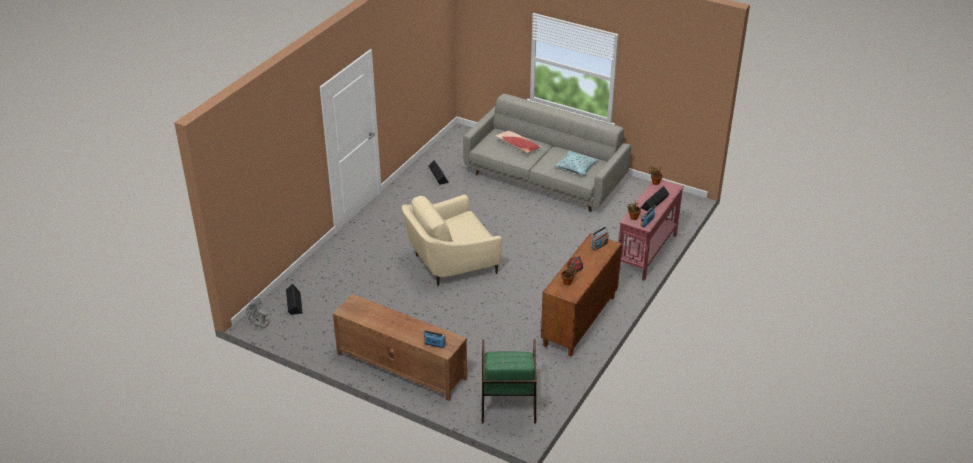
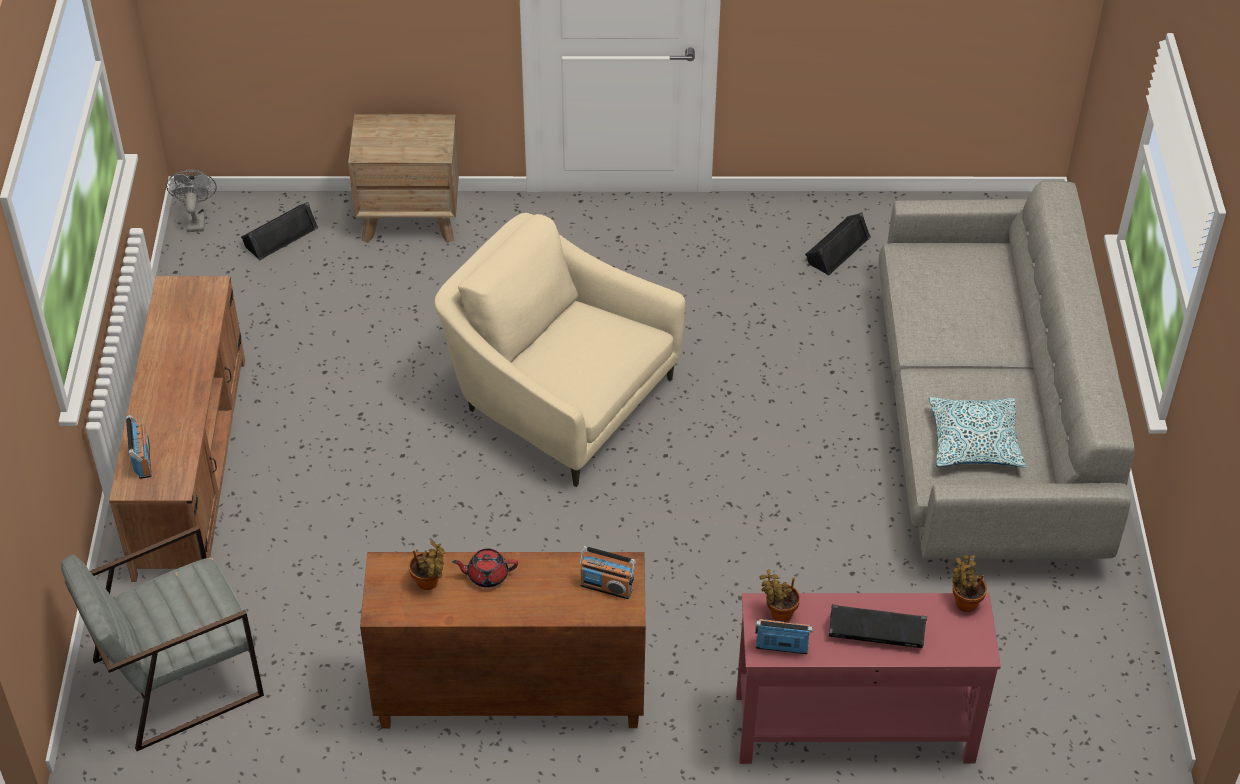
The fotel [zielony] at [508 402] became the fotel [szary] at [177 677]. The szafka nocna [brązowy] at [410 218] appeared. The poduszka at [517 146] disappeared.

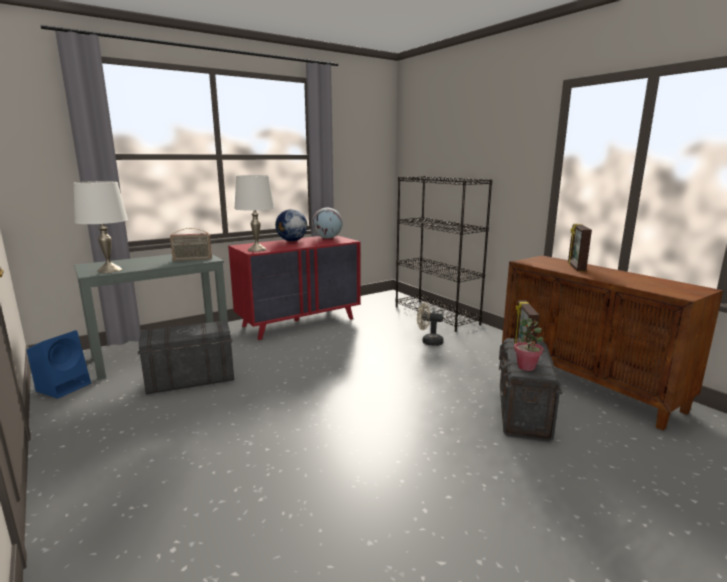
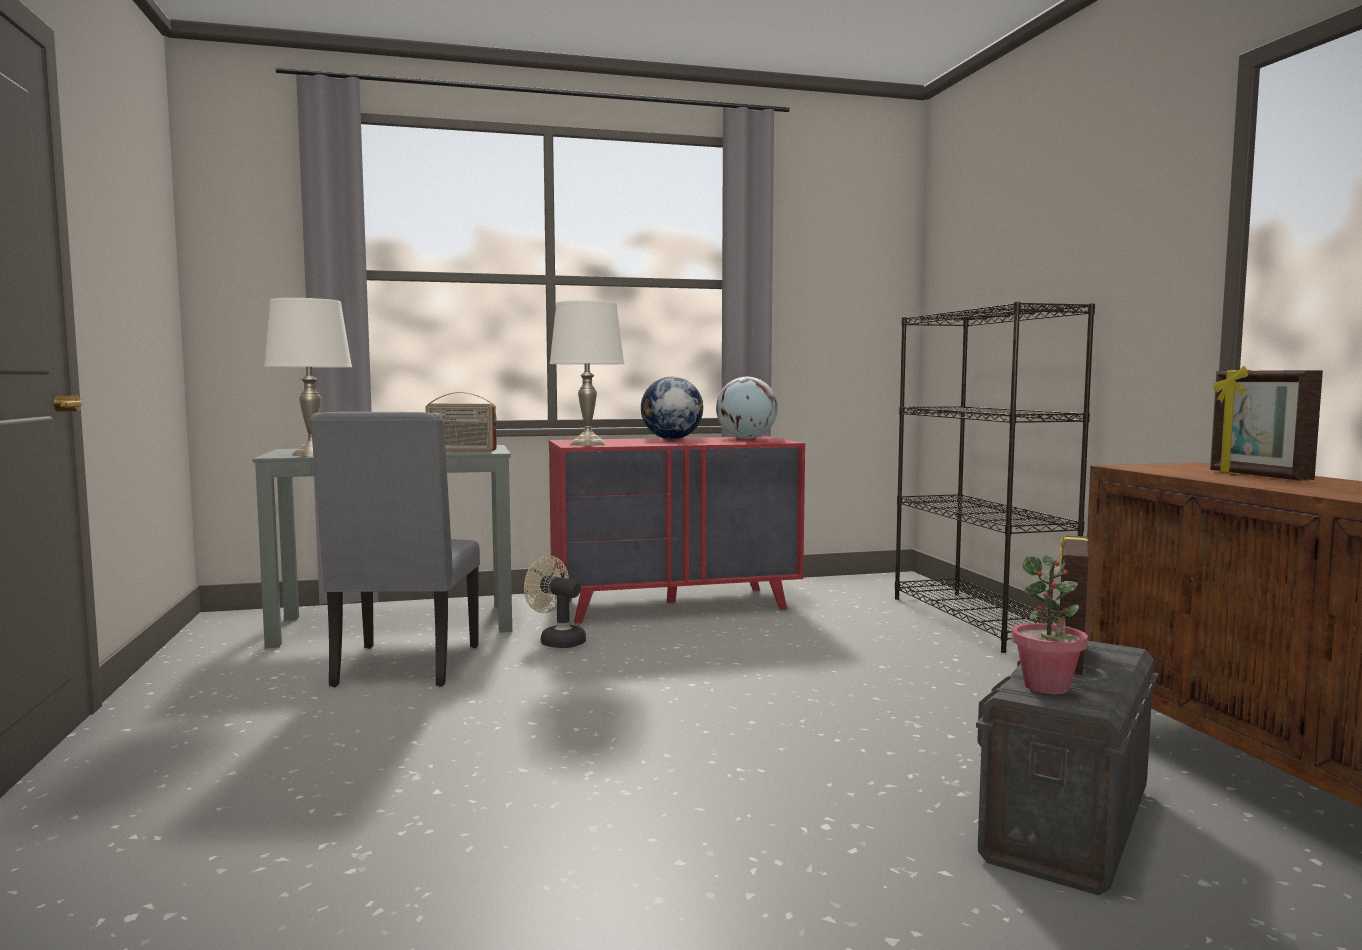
The pojemnik do przechowywania [szary] at [190 380] was replaced by the krzesło [szary] at [405 667]. The wentylator [beżowy] moved from [428 342] to [557 641]. The ramka na zdjęcie at [575 267] turned 45 degrees counterclockwise. The głośnik [niebieski] at [64 386] disappeared.

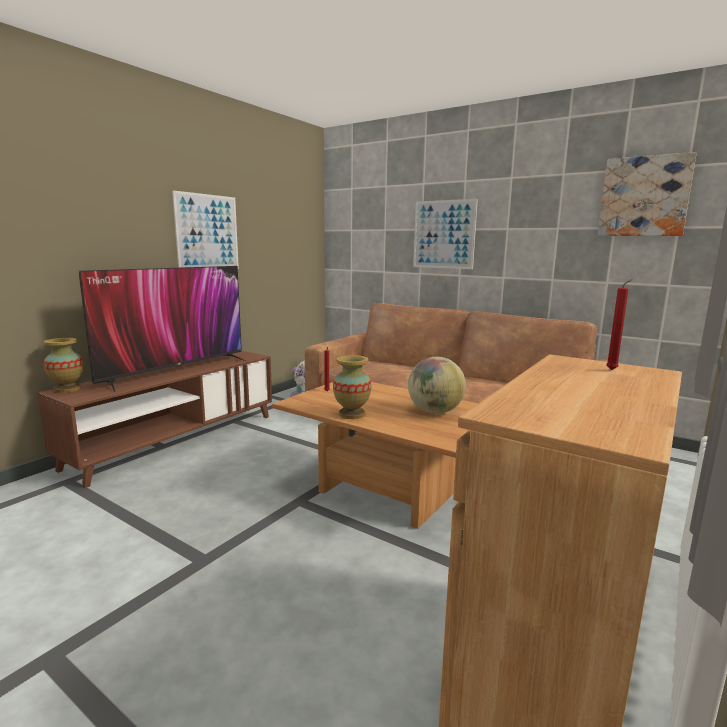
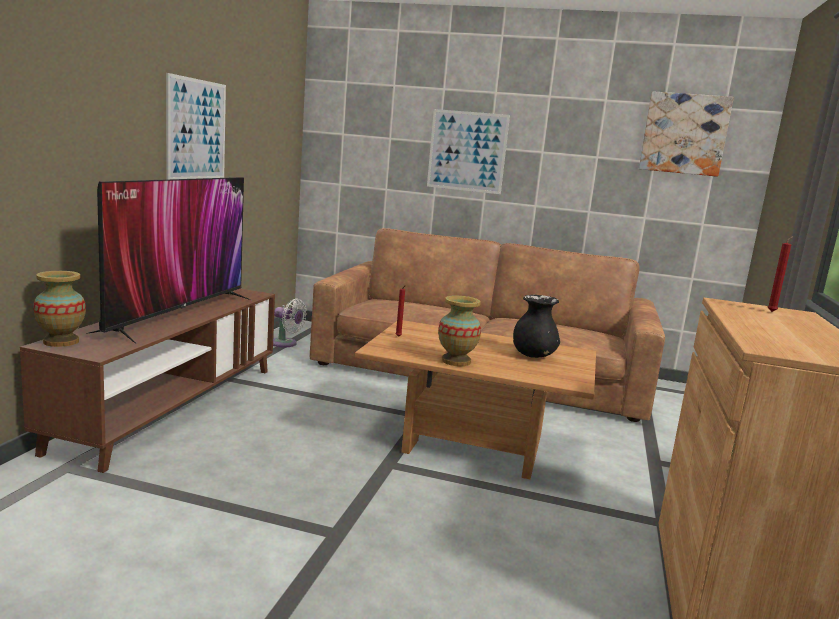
The globus at [434 412] was replaced by the wazon [czarny] at [533 355].

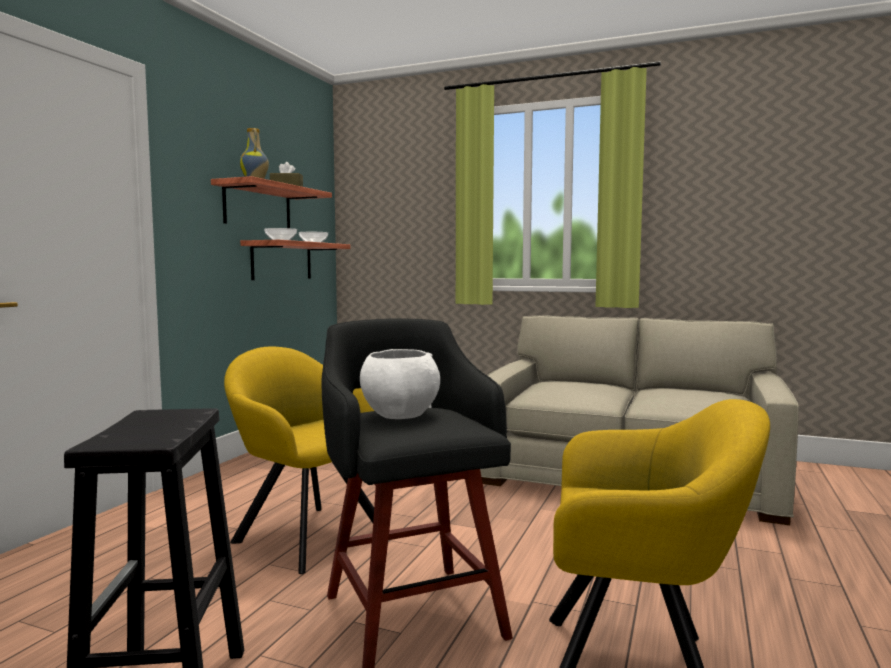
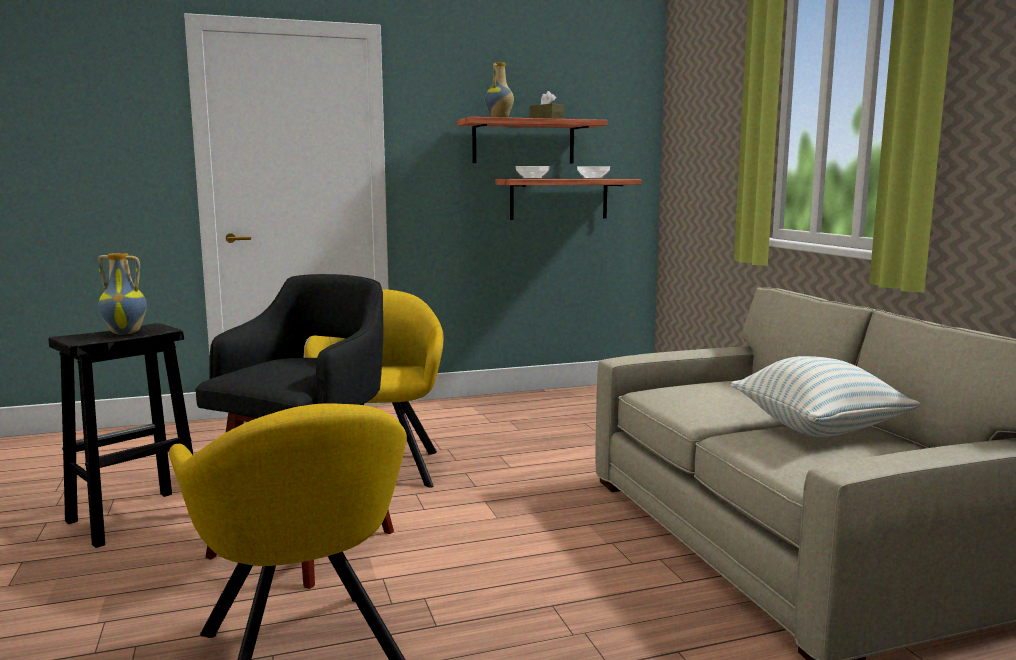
The wazon at [126 332] appeared. The poduszka at [818 429] appeared. The miska [biały] at [399 414] disappeared.

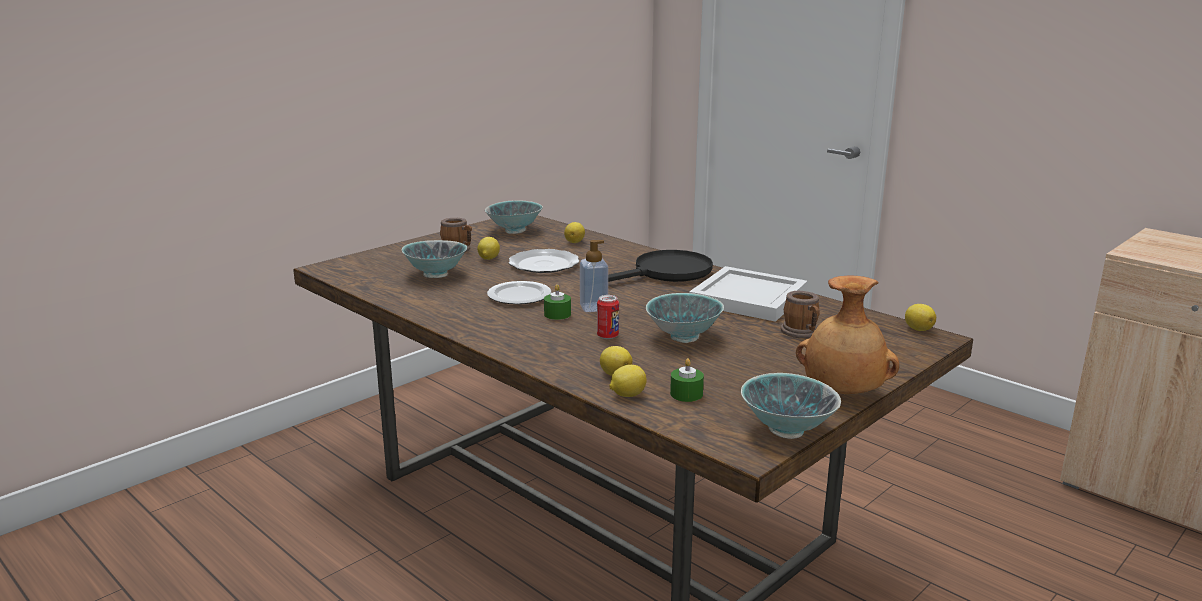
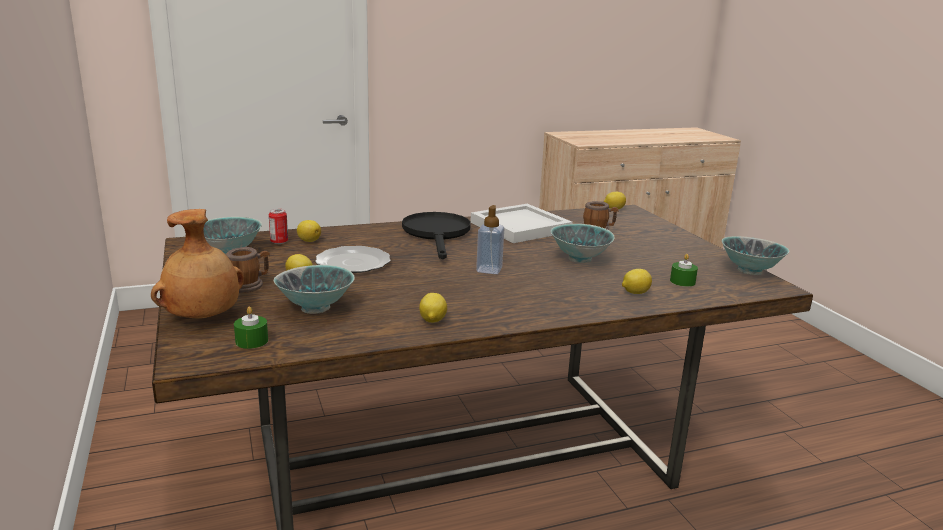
The wazon [brązowy] moved from [842 393] to [203 318]. The świeca [zielony] moved from [557 314] to [252 341]. The puszka moved from [607 336] to [279 242]. The cytryna moved from [627 395] to [432 320]. The talerz at [520 296] disappeared.

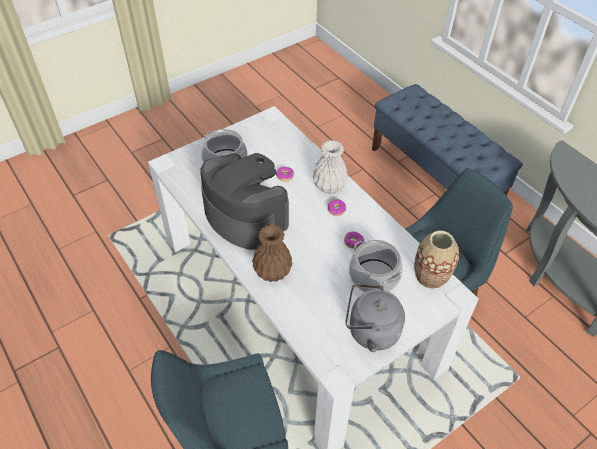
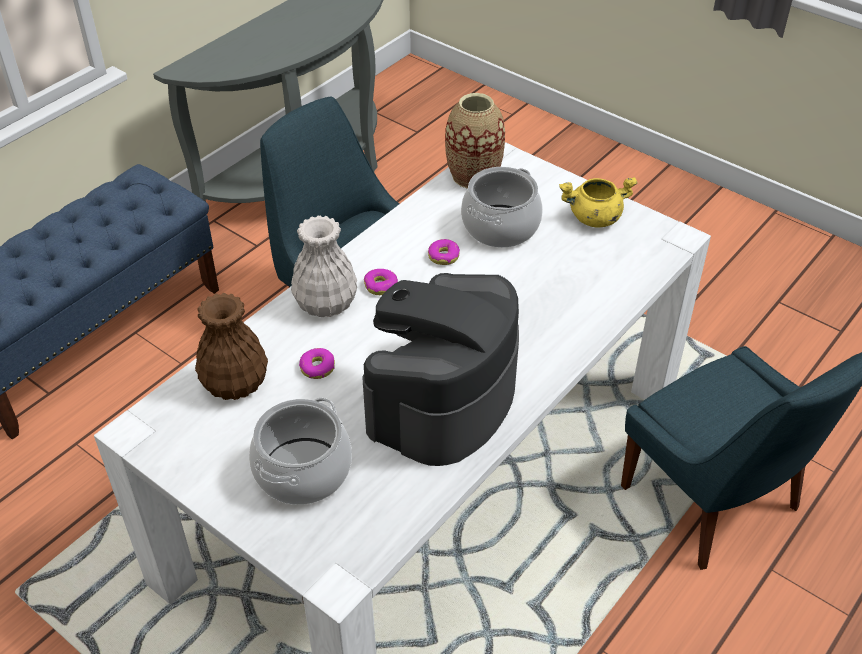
The wazon [brązowy] moved from [272 270] to [234 384]. The czajnik [szary] at [370 331] was replaced by the garnek [żółty] at [594 218].

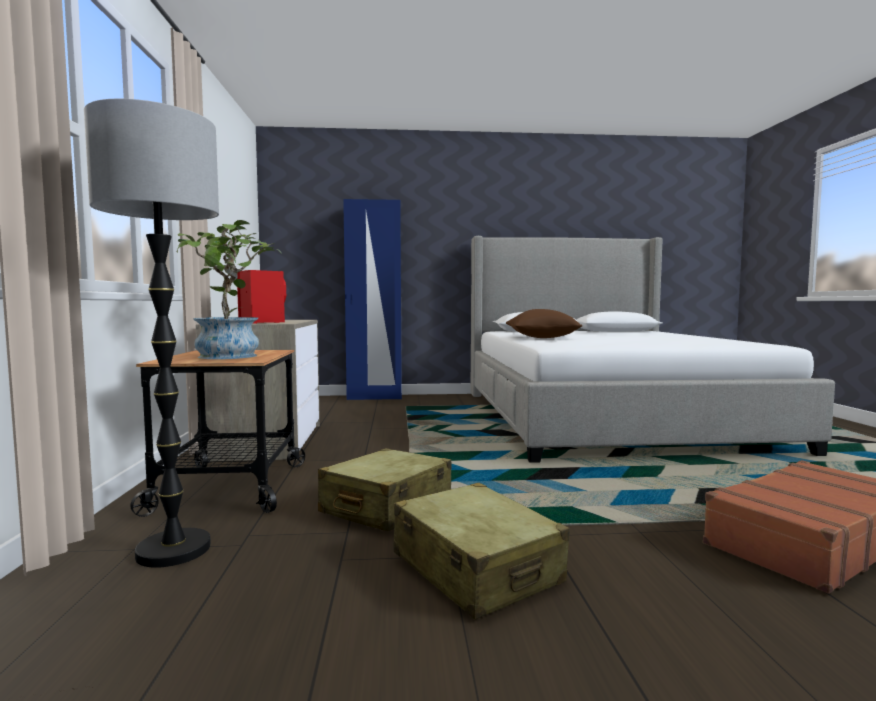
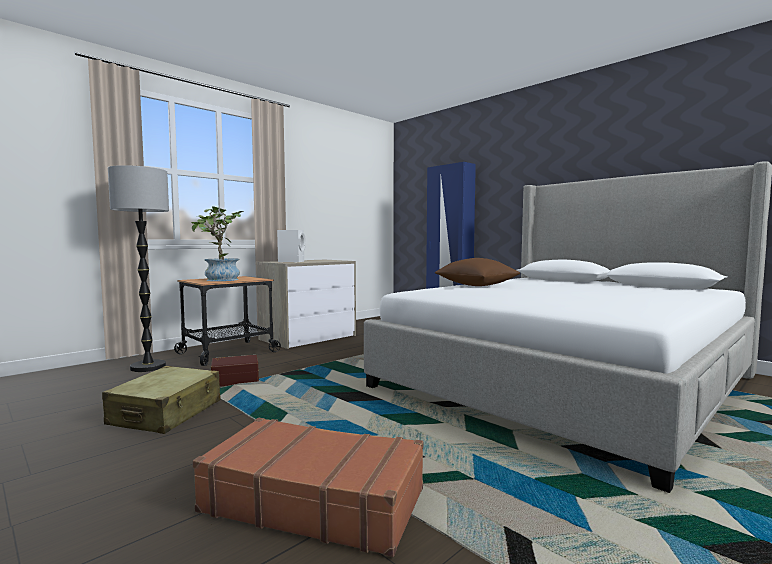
The walizka [beżowy] at [386 507] was replaced by the pojemnik do przechowywania [brązowy] at [235 379]. The głośnik [czerwony] at [261 322] became the głośnik [biały] at [292 261].

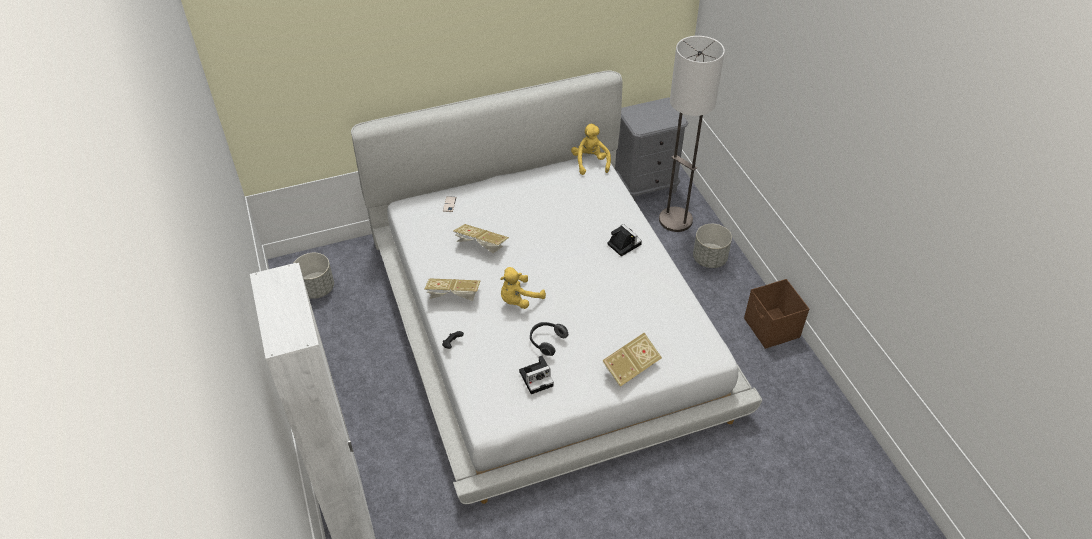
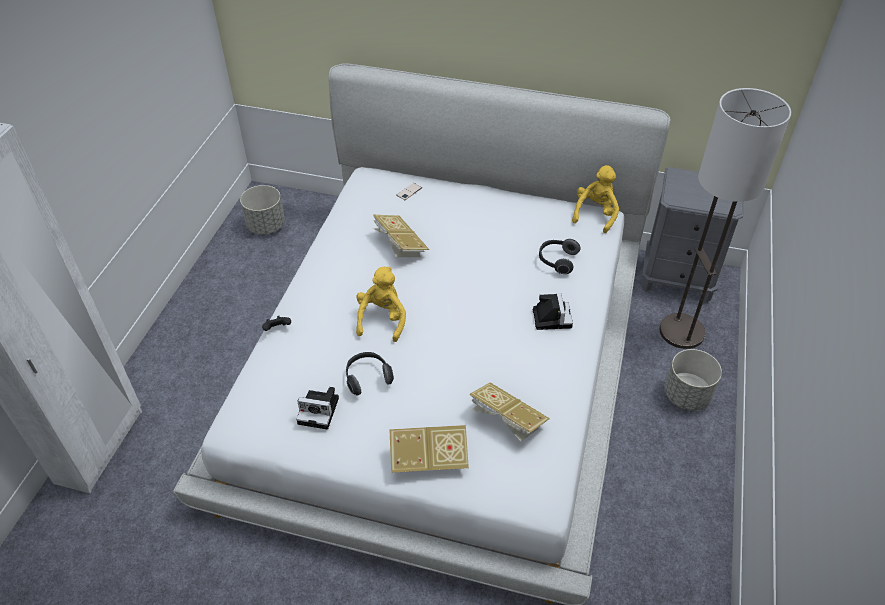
The pluszak [żółty] at [519 300] turned 105 degrees clockwise. The książka moved from [453 296] to [506 421]. The słuchawki at [557 261] appeared. The pojemnik do przechowywania [brązowy] at [771 329] disappeared.

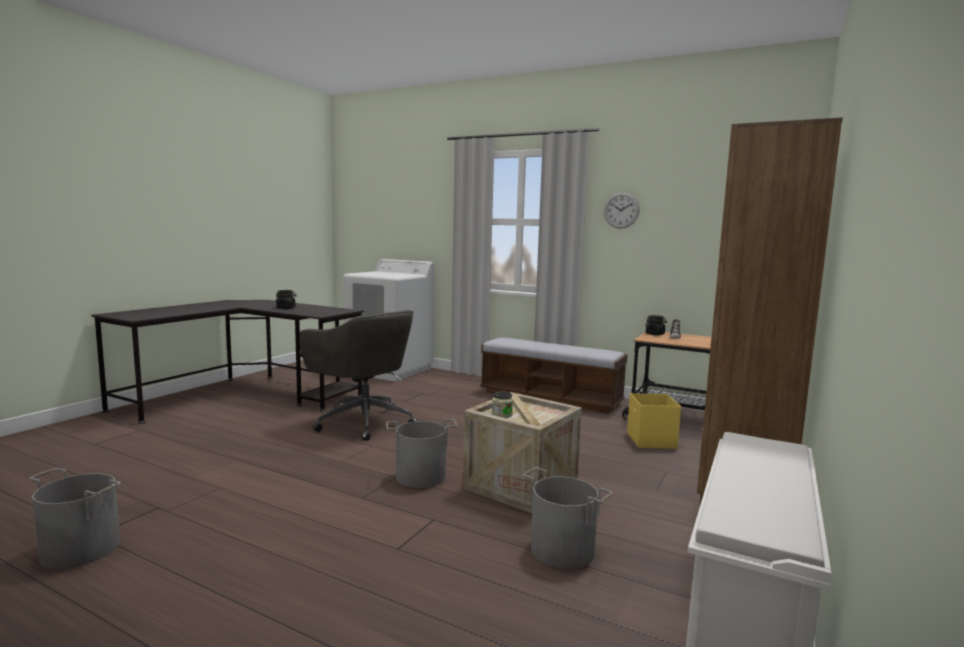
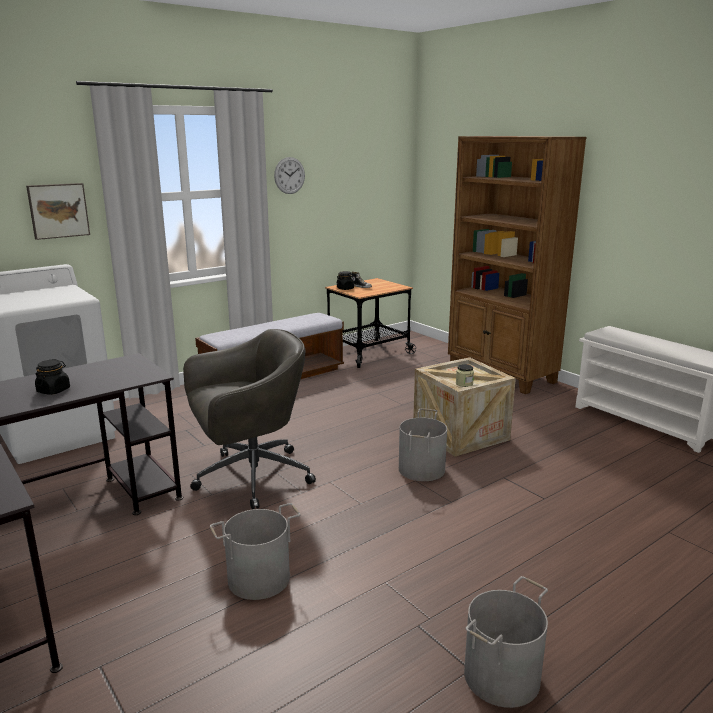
The obraz at [58 210] appeared. The wiadro [szary] moved from [561 550] to [259 579]. The pojemnik do przechowywania [żółty] at [651 441] disappeared.

